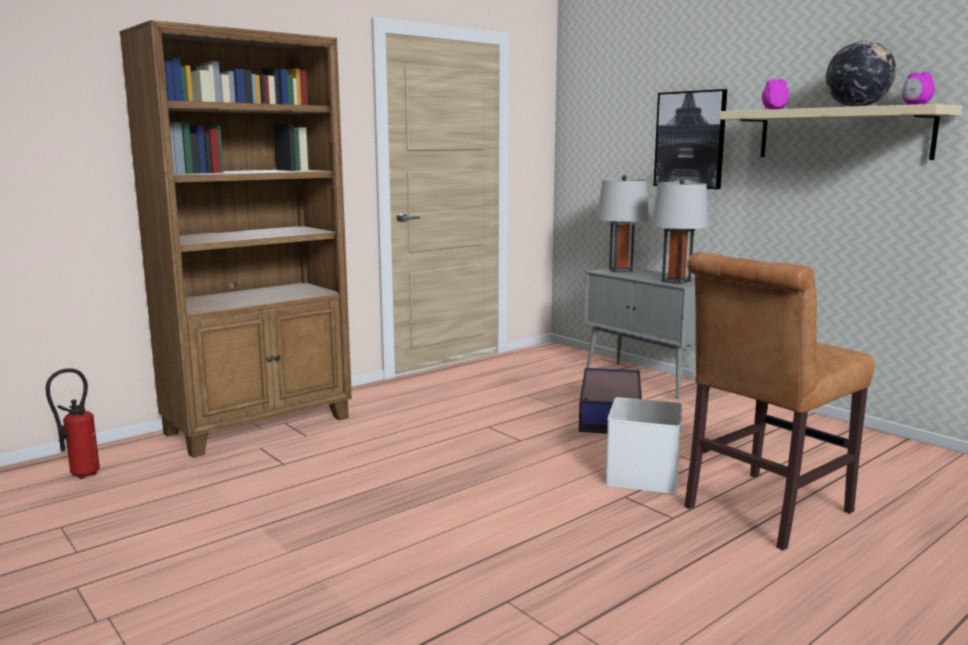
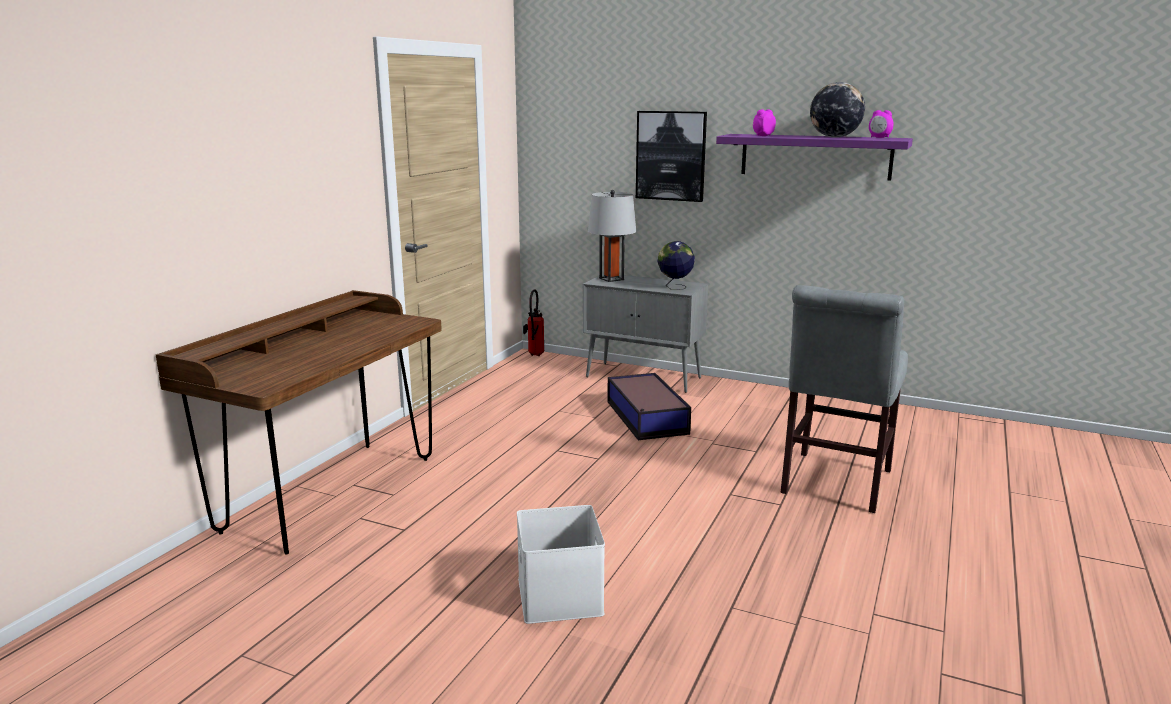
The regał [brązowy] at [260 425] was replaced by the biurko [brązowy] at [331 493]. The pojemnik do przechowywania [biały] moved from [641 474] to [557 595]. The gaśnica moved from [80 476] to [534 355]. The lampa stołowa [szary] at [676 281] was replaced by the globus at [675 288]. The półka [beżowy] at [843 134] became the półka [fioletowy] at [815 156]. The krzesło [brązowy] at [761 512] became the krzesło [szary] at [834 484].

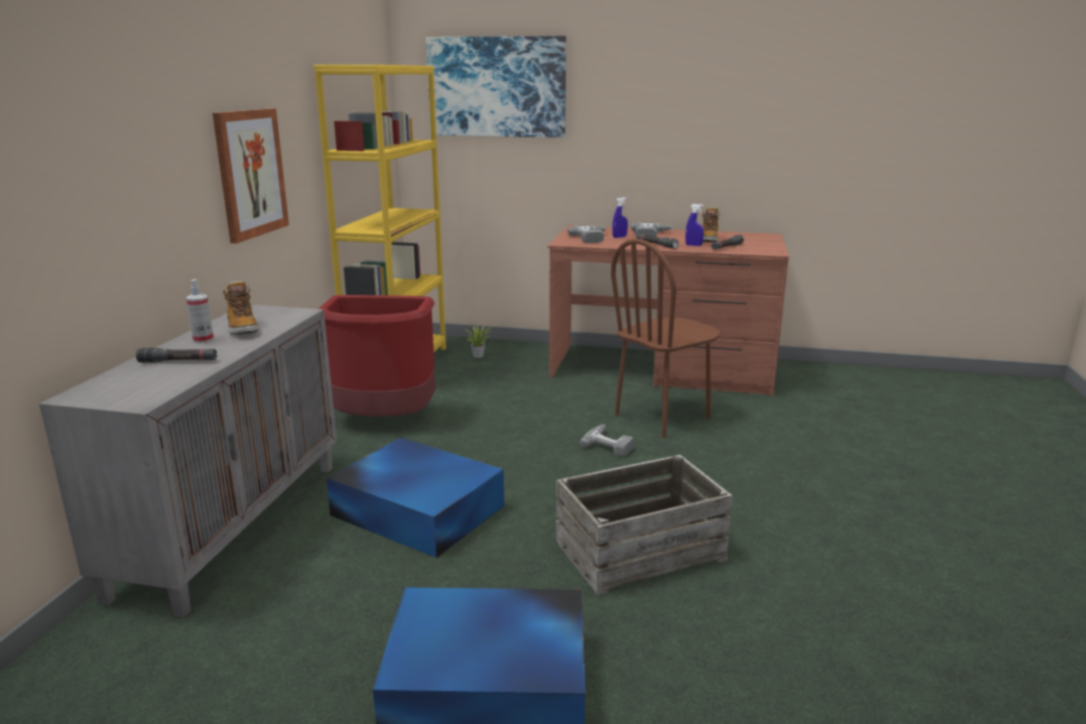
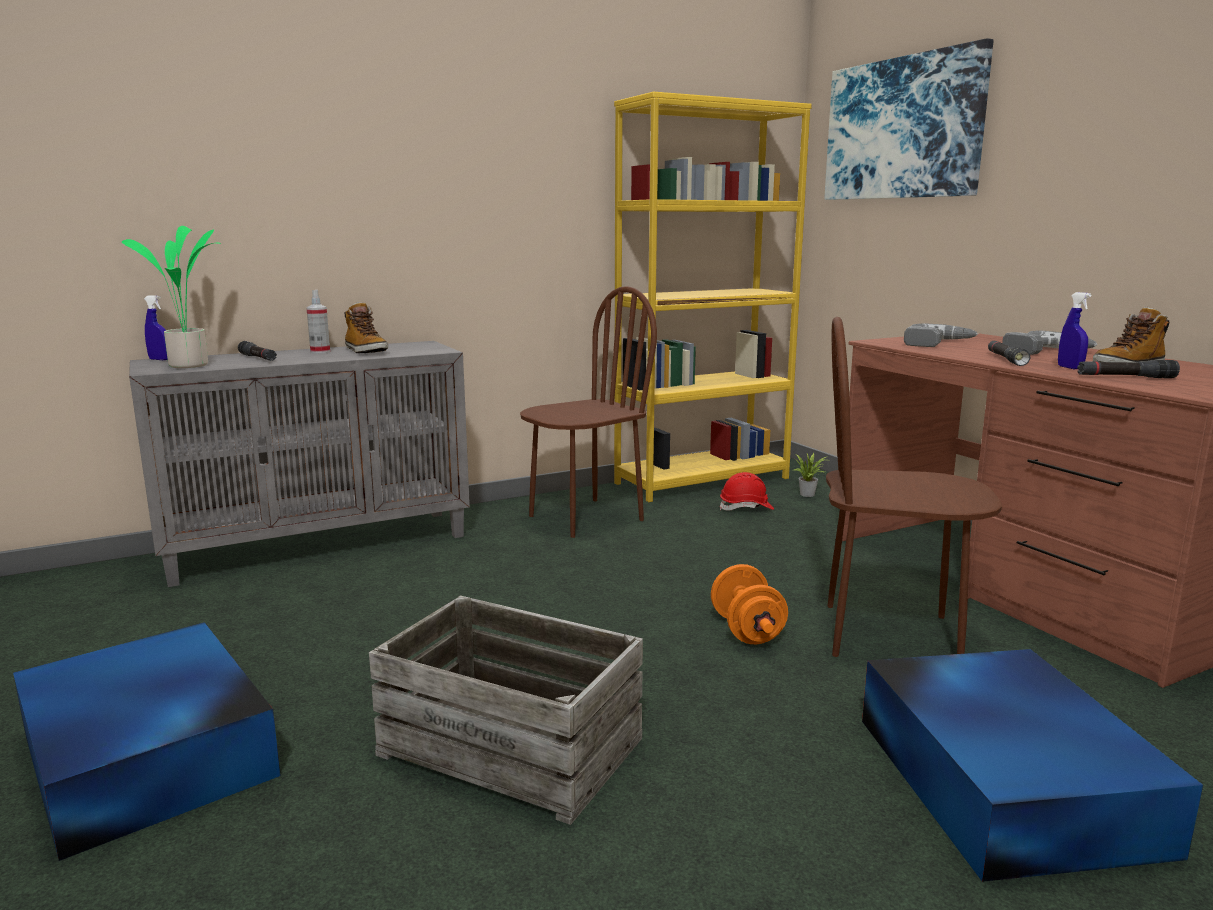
The roślina doniczkowa at [191 365] appeared. The spryskiwacz [niebieski] moved from [619 237] to [160 359]. The but z cholewką at [242 328] turned 60 degrees counterclockwise. The kosz na śmieci [czerwony] at [384 421] was replaced by the krzesło [brązowy] at [585 518]. The wiertarka at [610 444] was replaced by the hantel [pomarańczowy] at [747 630]. The kask [czerwony] at [746 508] appeared. The pojemnik do przechowywania [niebieski] moved from [416 509] to [1004 779]. The obraz at [250 173] disappeared.

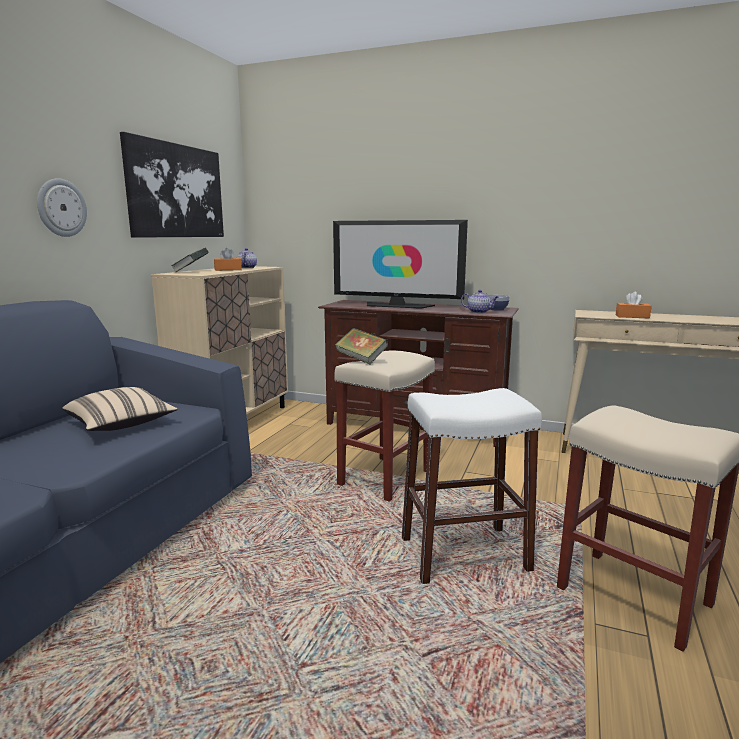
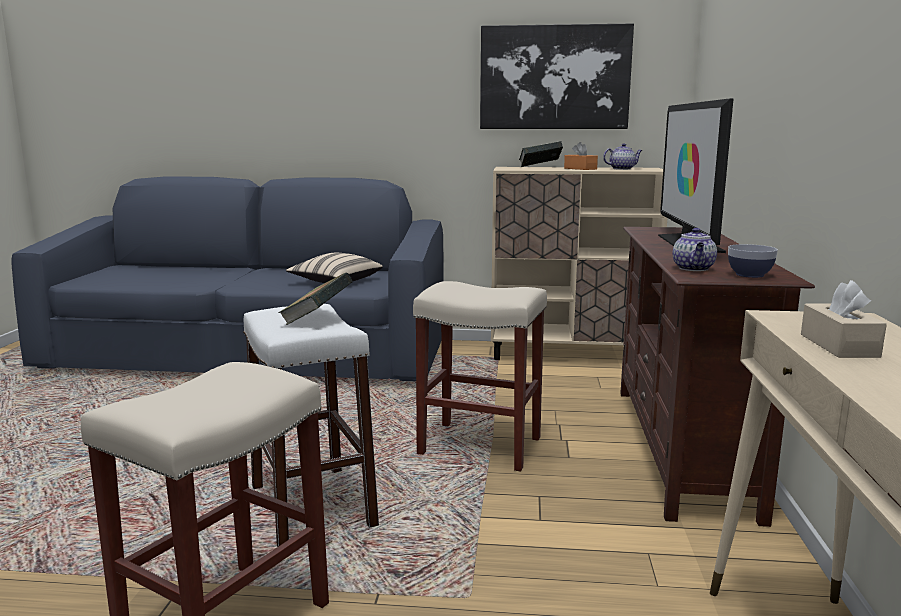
The książka moved from [361 359] to [317 319]. The pudełko chusteczek [pomarańczowy] at [632 316] became the pudełko chusteczek [beżowy] at [838 345]. The zegar ścienny at [61 208] disappeared.

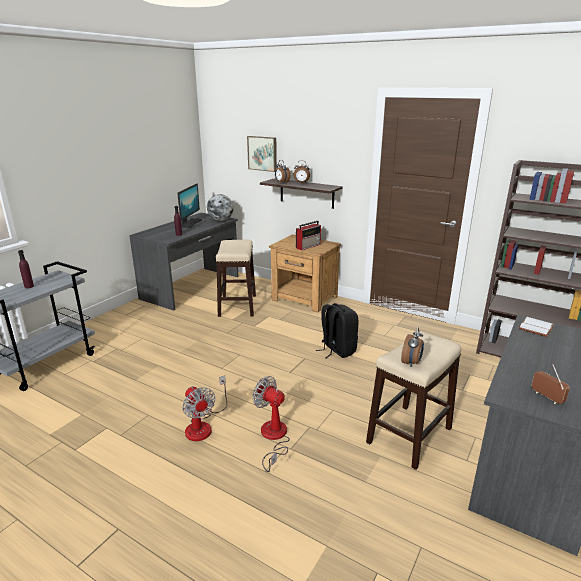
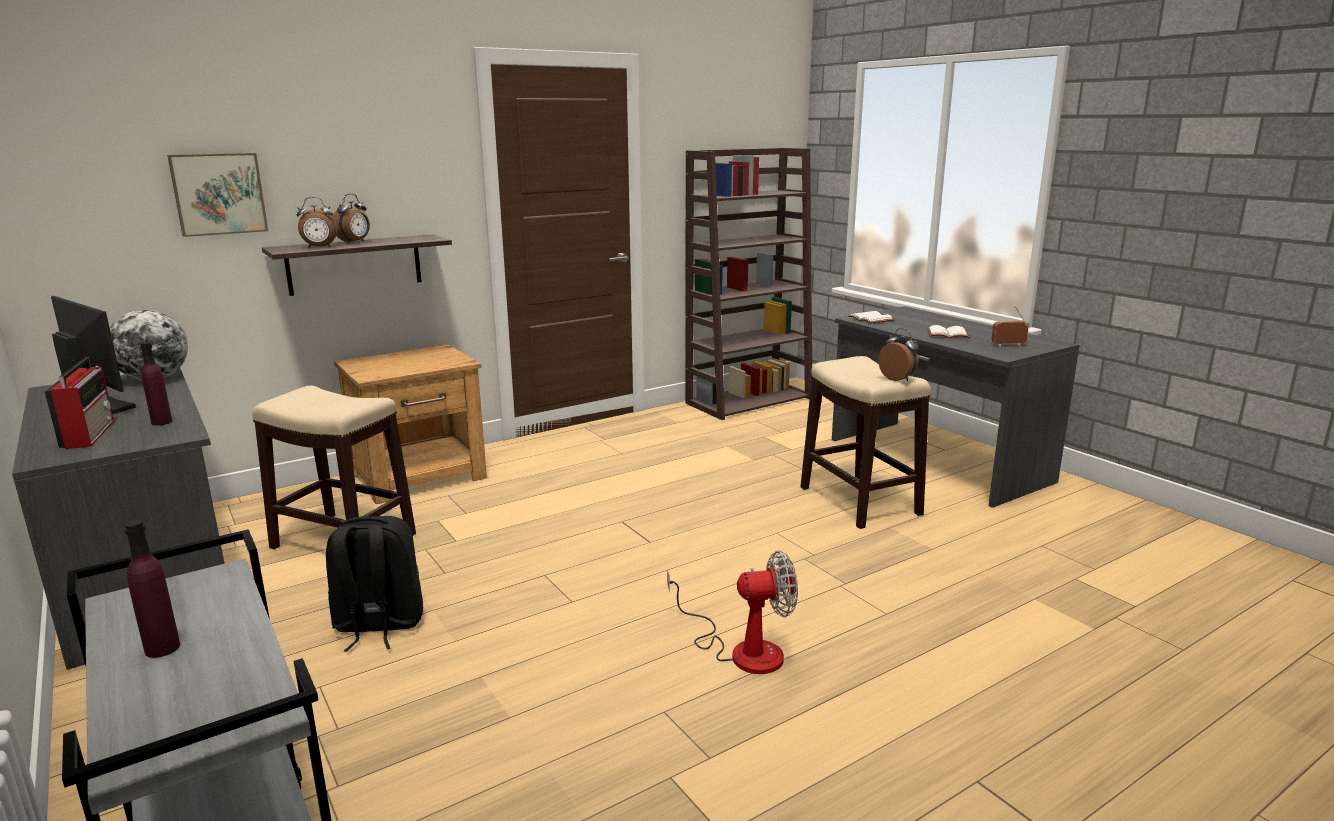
The radio moved from [308 246] to [89 434]. The plecak [czarny] moved from [337 350] to [378 625]. The książka [biały] at [948 334] appeared. The wentylator at [273 438] disappeared.

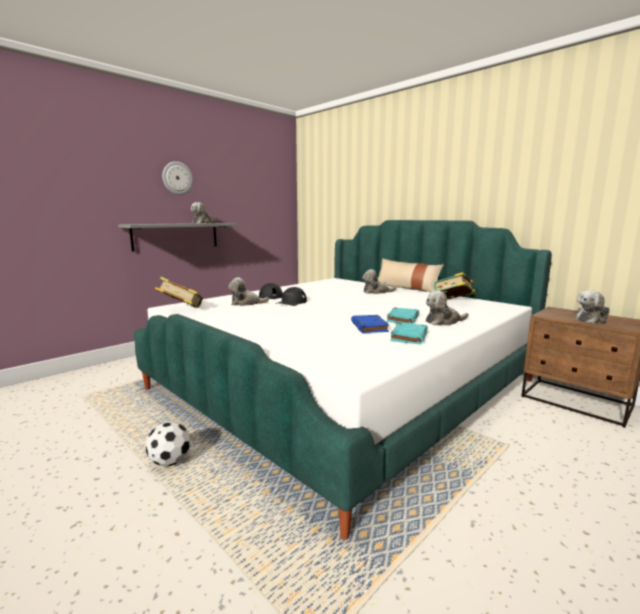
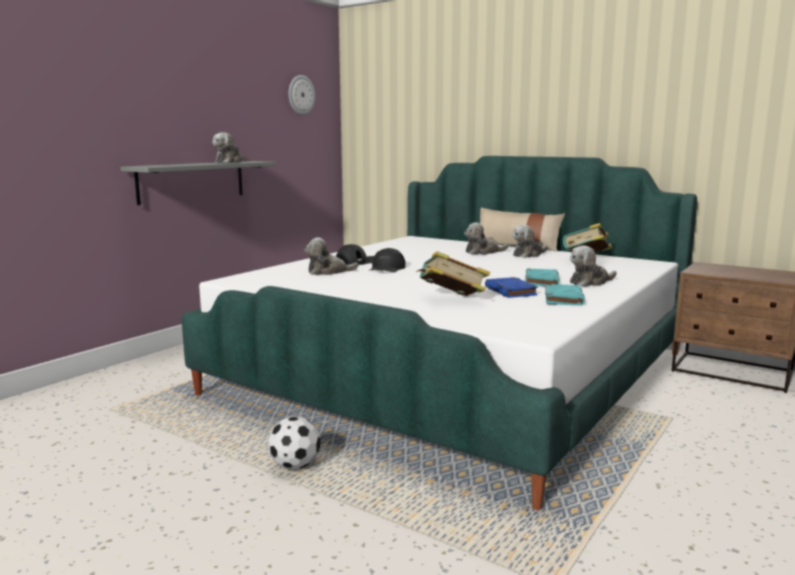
The zegar ścienny moved from [177 178] to [301 95]. The książka moved from [181 310] to [451 300]. The pluszak moved from [592 319] to [528 255].

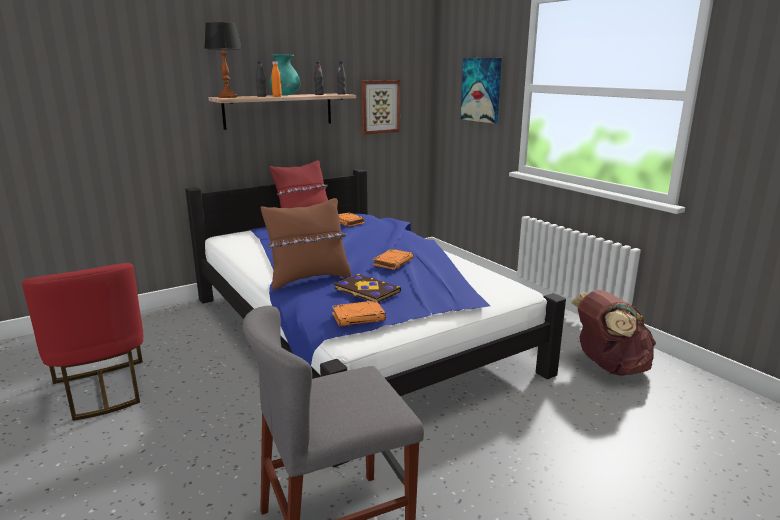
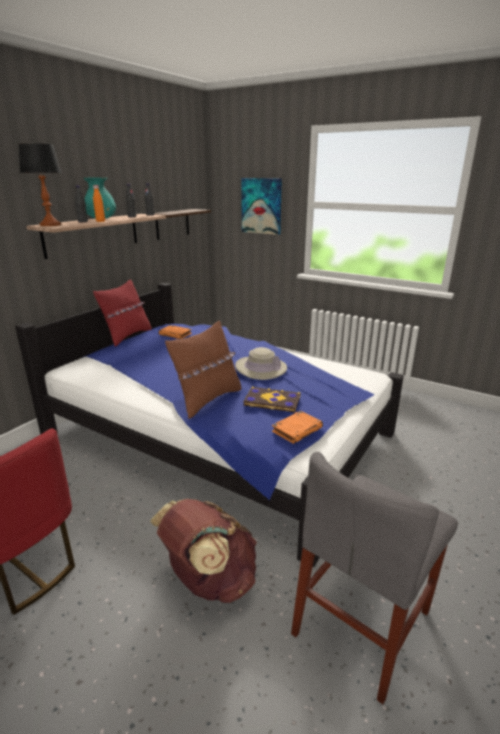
The plecak [brązowy] moved from [608 367] to [209 580]. The obraz at [379 106] was replaced by the półka at [172 224]. The książka [pomarańczowy] at [393 262] was replaced by the kapelusz [beżowy] at [261 368].

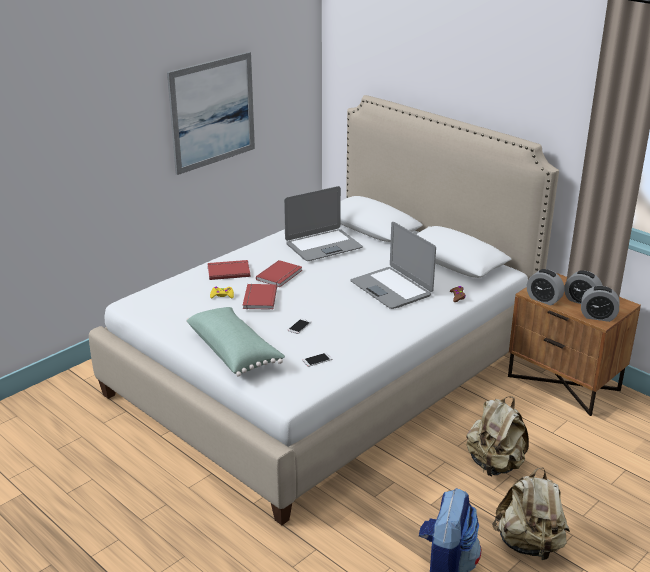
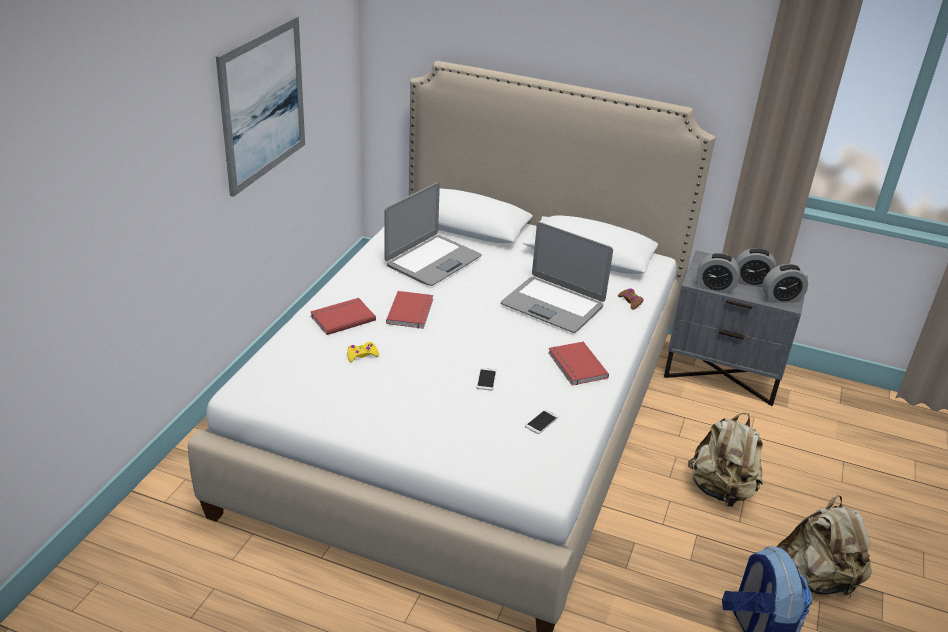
The książka [czerwony] moved from [258 298] to [576 366]. The szafka nocna [brązowy] at [564 383] became the szafka nocna [szary] at [723 372]. The poduszka [zielony] at [234 351] disappeared.

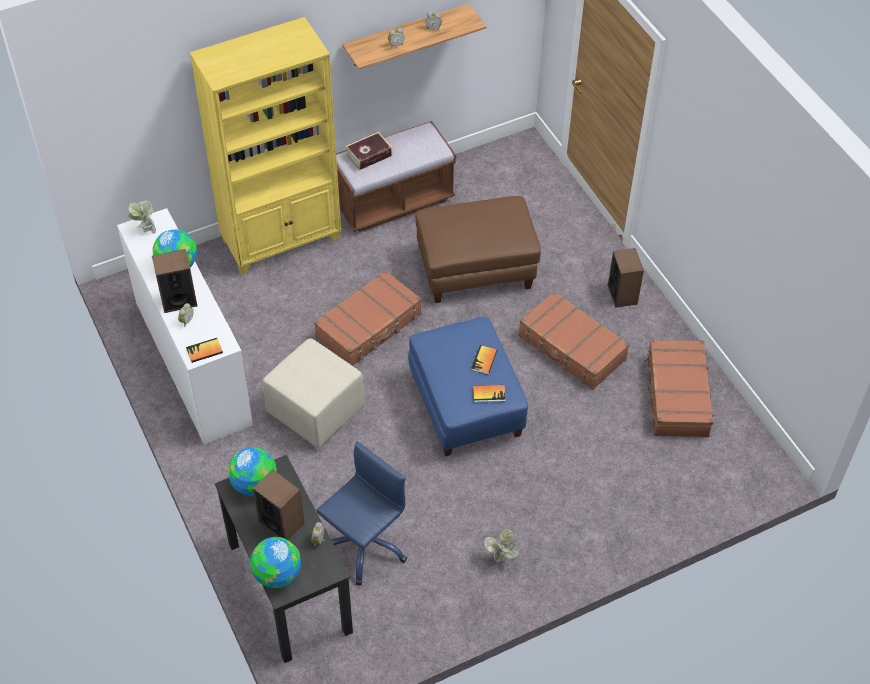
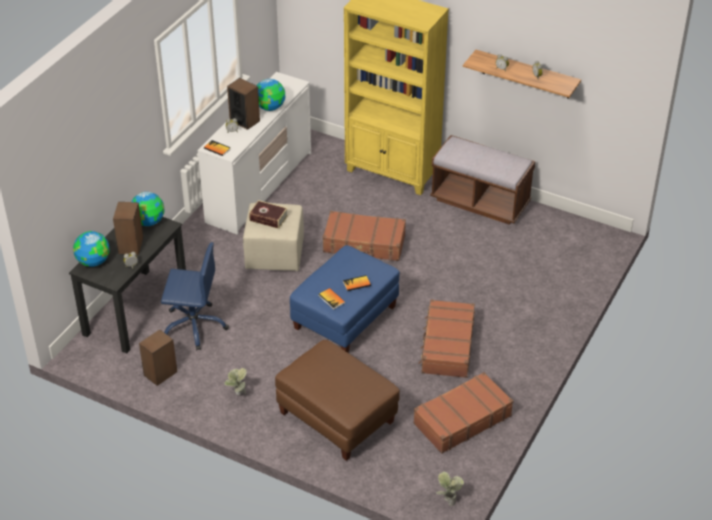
The głośnik moved from [622 294] to [160 373]. The książka moved from [369 155] to [268 218]. The pufa [brązowy] moved from [475 269] to [337 418]. The roślina doniczkowa moved from [146 231] to [447 500].

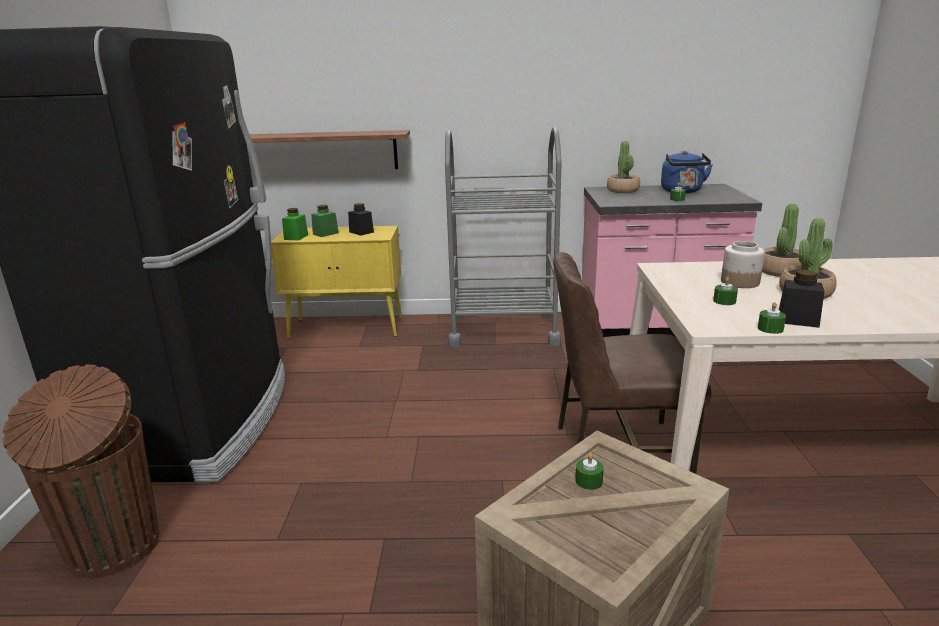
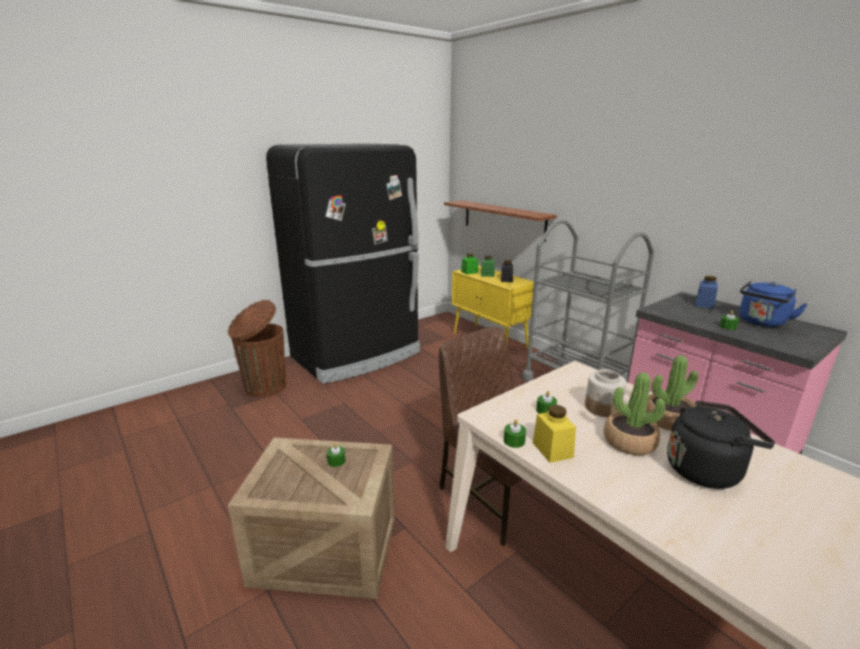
The słoik [czarny] at [798 320] became the słoik [żółty] at [552 450]. The czajnik [czarny] at [706 470] appeared. The roślina doniczkowa at [623 190] was replaced by the słoik [niebieski] at [704 304].

